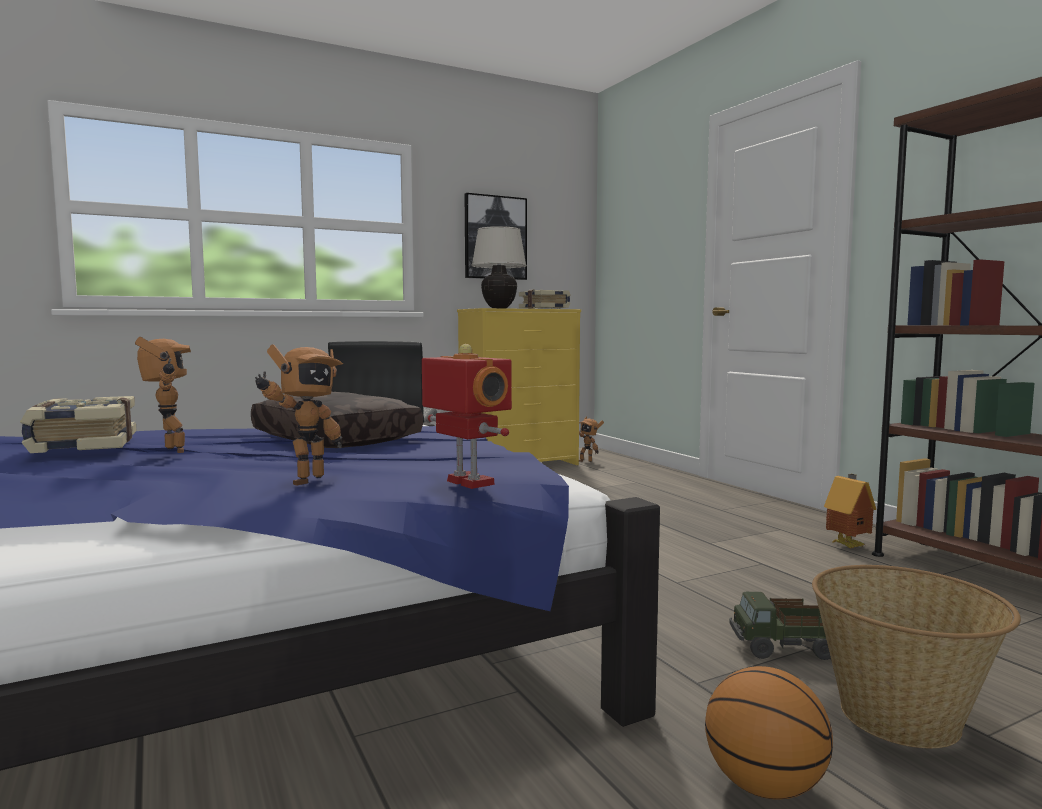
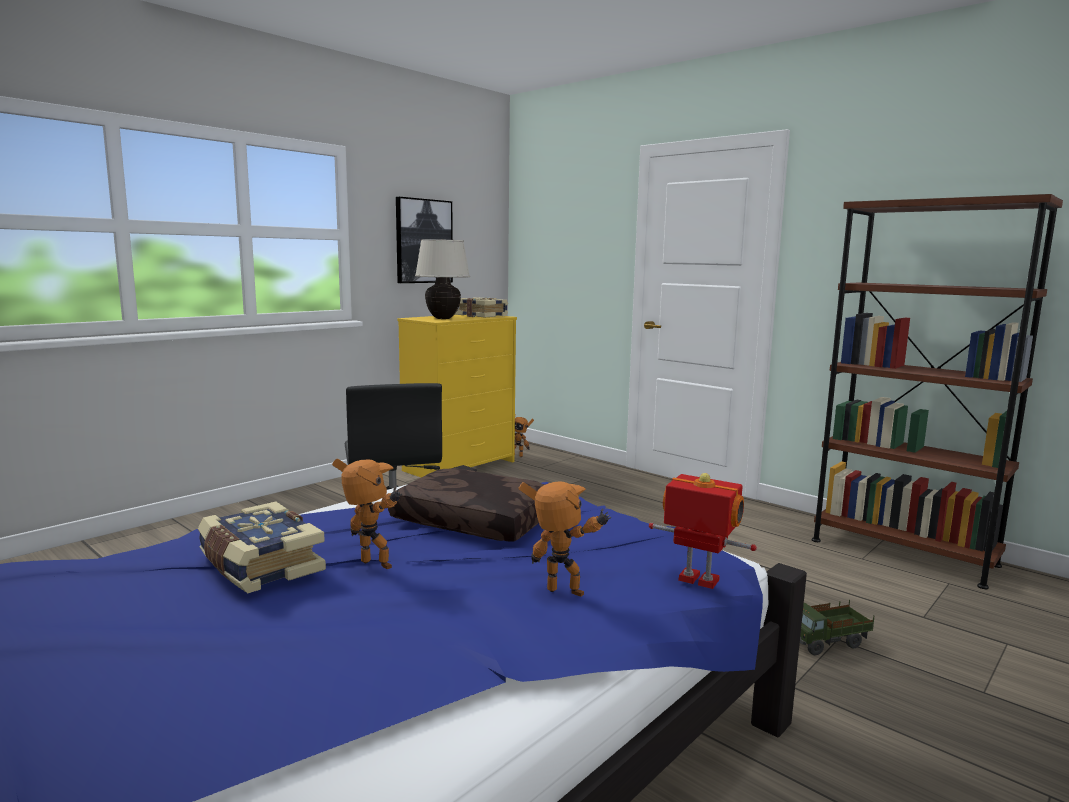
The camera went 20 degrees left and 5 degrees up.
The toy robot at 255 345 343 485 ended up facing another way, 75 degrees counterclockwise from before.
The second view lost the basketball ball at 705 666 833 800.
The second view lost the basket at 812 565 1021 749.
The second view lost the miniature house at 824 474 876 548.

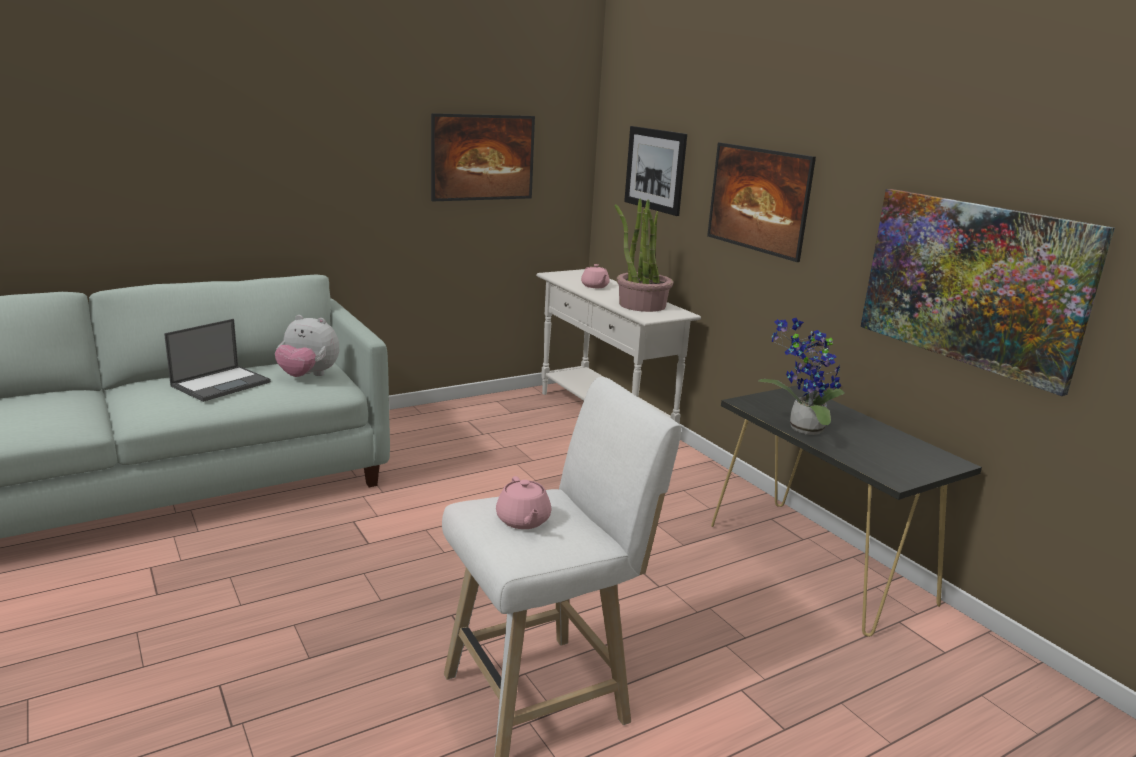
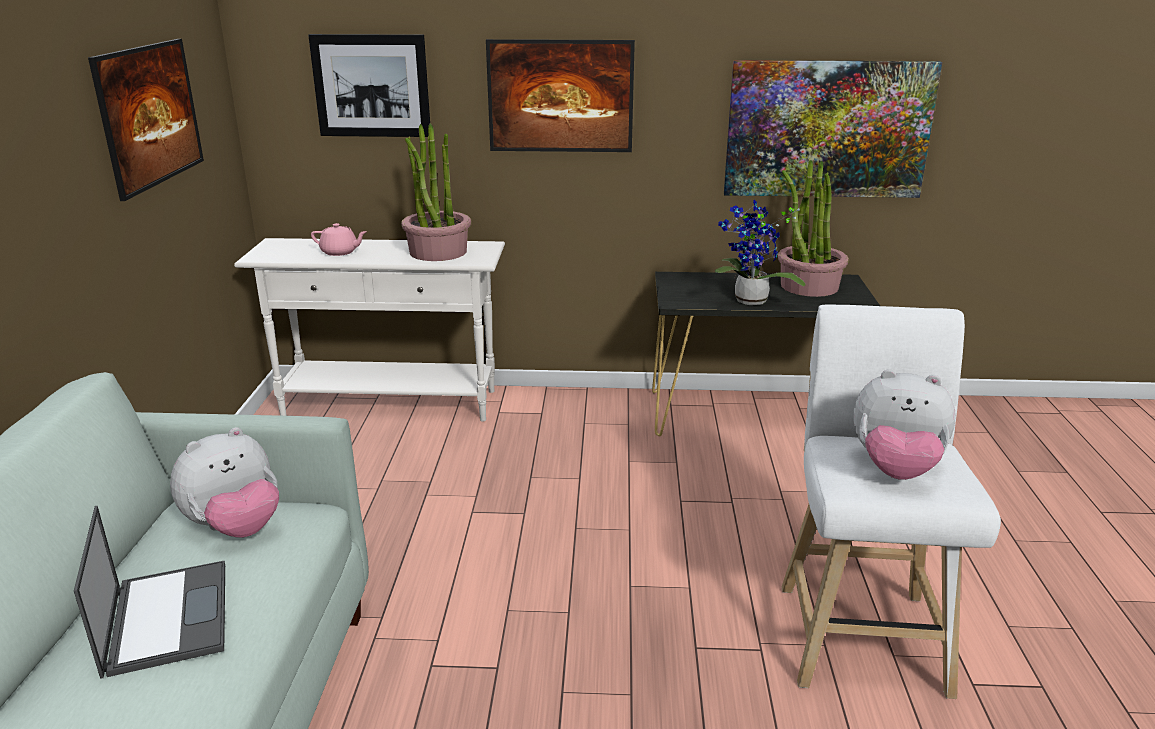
The camera went 55 degrees left and 5 degrees up.
The second view gained the plant in a pot at 778 160 849 297.
Where the pinkish tea pot stood at 496 476 551 529, the plush toy came to stand at 853 369 956 480.

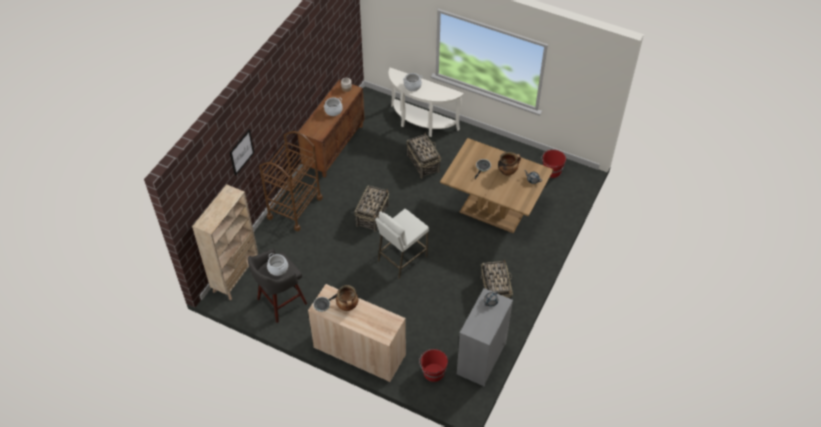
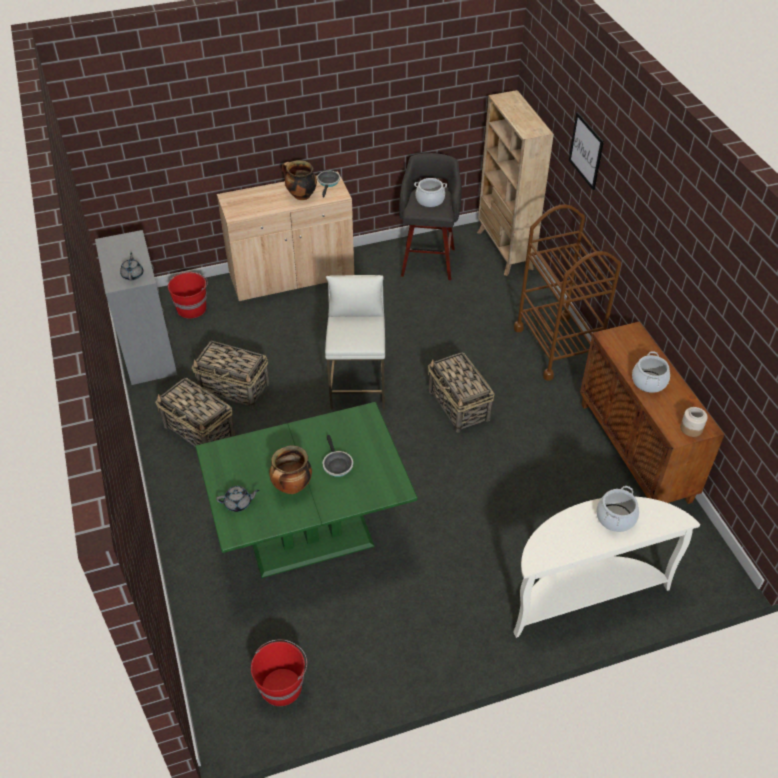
The camera went 135 degrees right and 5 degrees down.
The basket ended up elsewhere, having gone from 406 132 441 179 to 192 341 270 409.
What was the brownish dining table at 440 138 553 233 turned into the green dining table at 196 402 417 578.

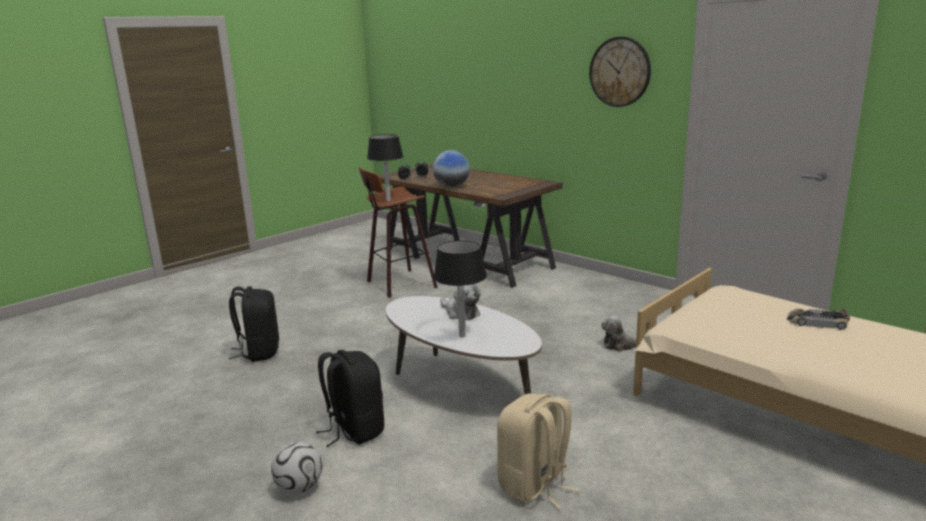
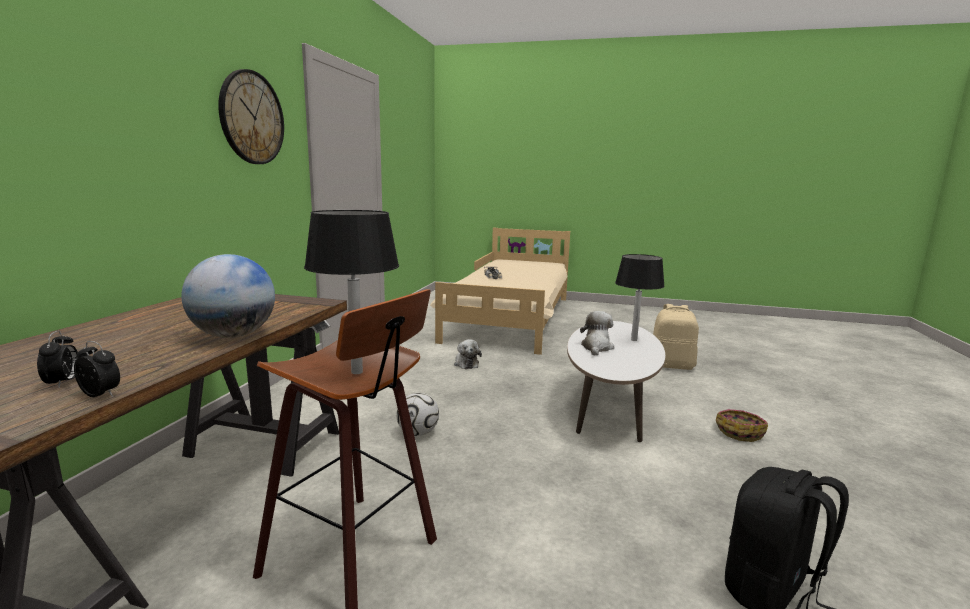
The camera went 120 degrees left and 5 degrees down.
The football ended up elsewhere, having gone from 271 442 322 494 to 396 393 439 436.
Where the black rucksack stood at 316 350 384 447, the basket came to stand at 716 409 768 442.

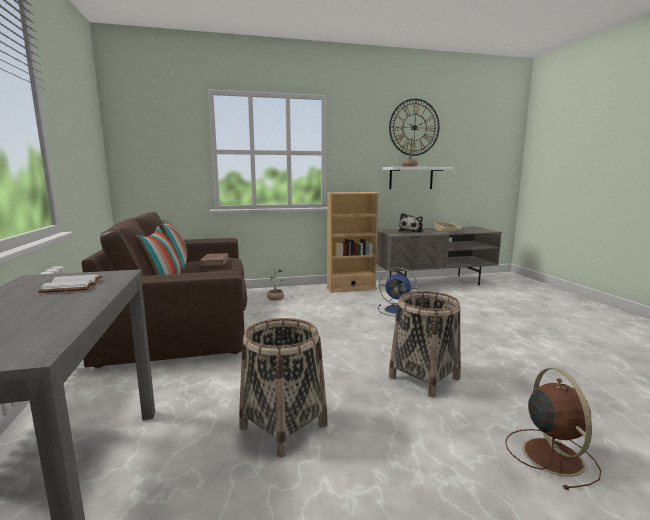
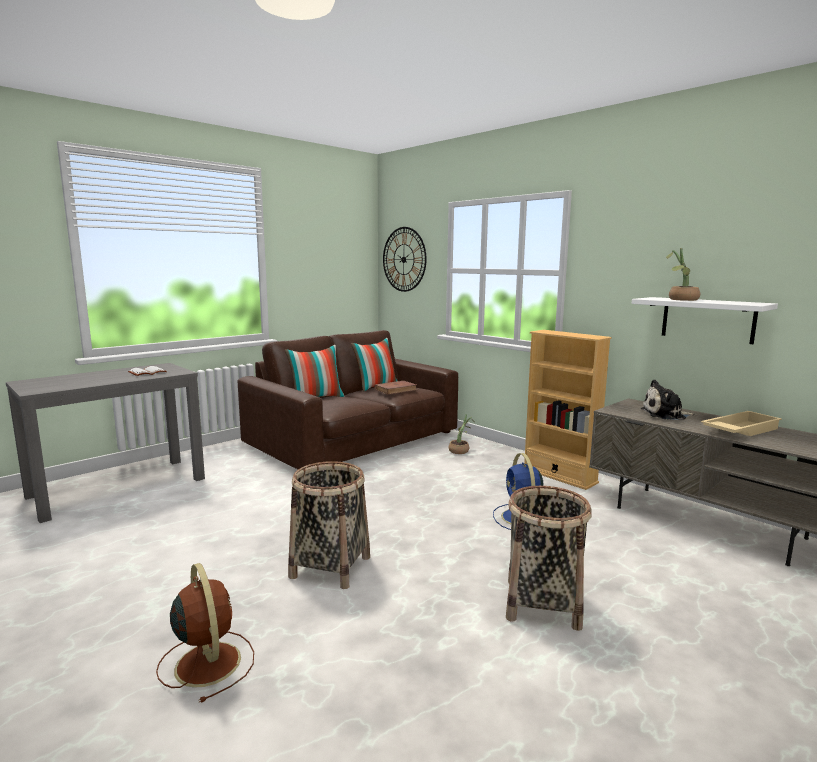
The camera went 60 degrees right and 0 degrees up.
The brownish fan at 505 368 601 490 ended up facing another way, 90 degrees counterclockwise from before.
The wall clock ended up elsewhere, having gone from 389 99 440 156 to 383 227 427 292.
The basket ended up elsewhere, having gone from 239 318 328 457 to 506 486 592 631.

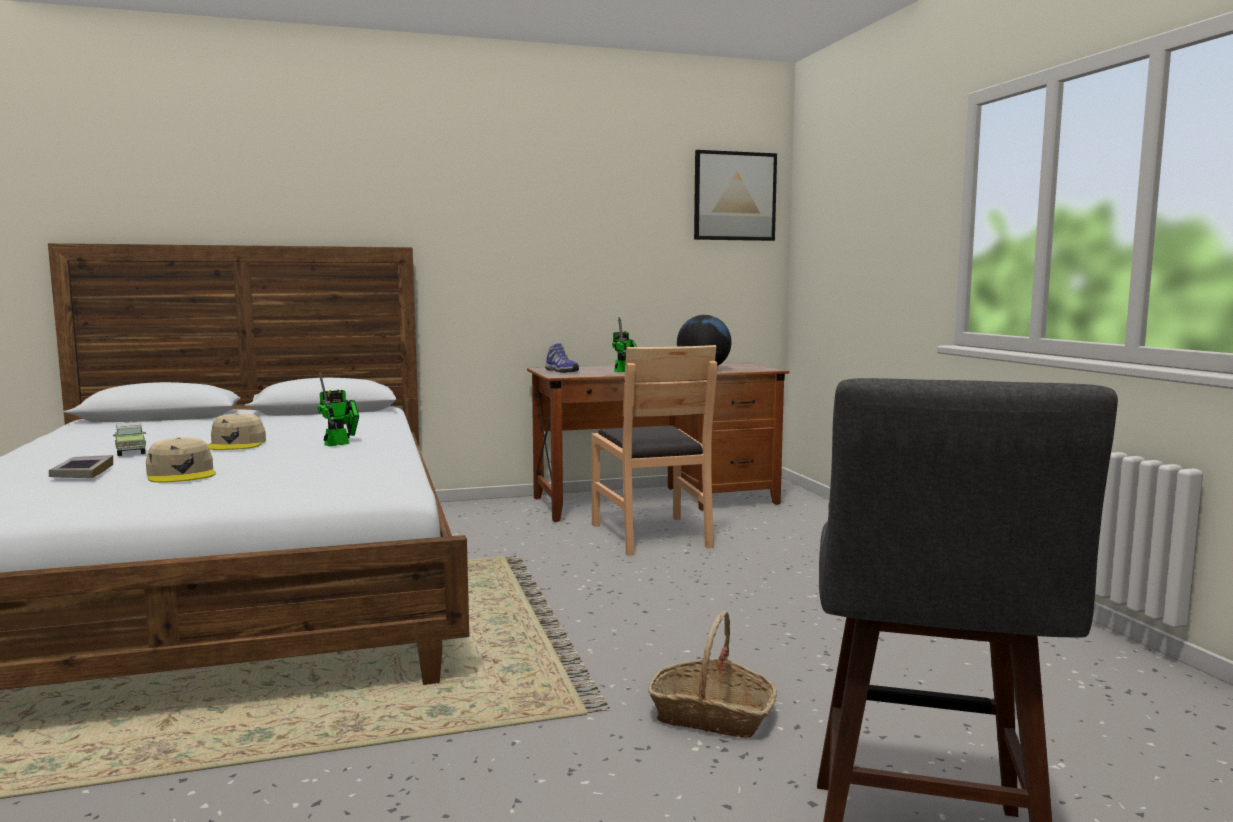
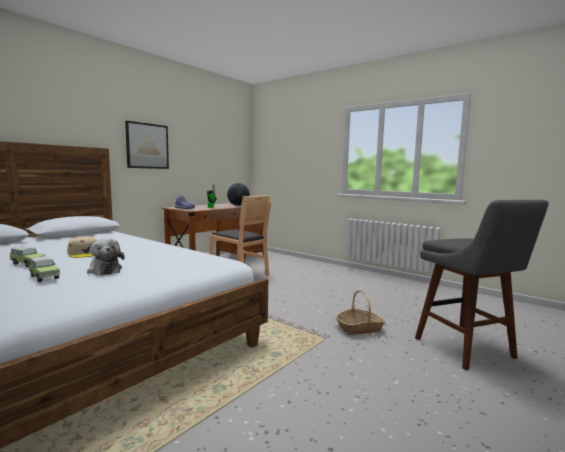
The camera went 35 degrees left and 0 degrees up.
Where the book stood at 49 455 113 478, the toy car came to stand at 29 256 60 282.
Where the beige baseball cap stood at 146 437 216 483, the plush toy came to stand at 87 238 125 275.
The wall picture ended up elsewhere, having gone from 694 150 777 241 to 125 121 169 169.
The second view lost the toy robot at 317 372 359 446.

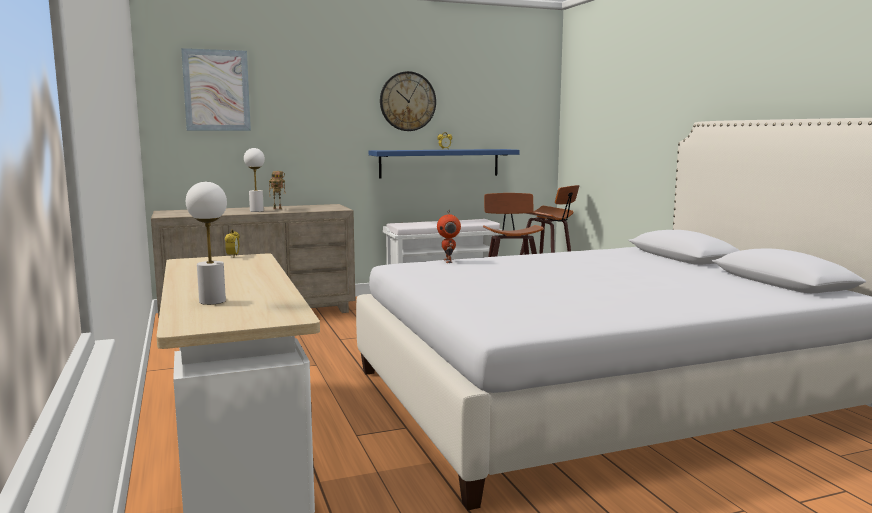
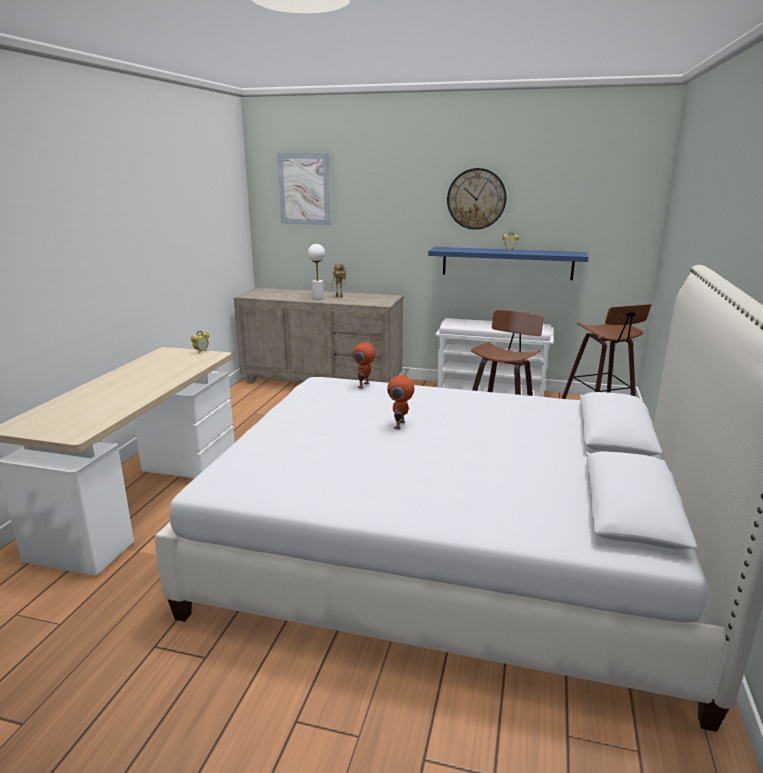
The camera went 35 degrees right and 10 degrees up.
The second view gained the toy robot at 387 368 414 429.
The second view lost the white-coloured lamp for a table at 186 182 227 305.

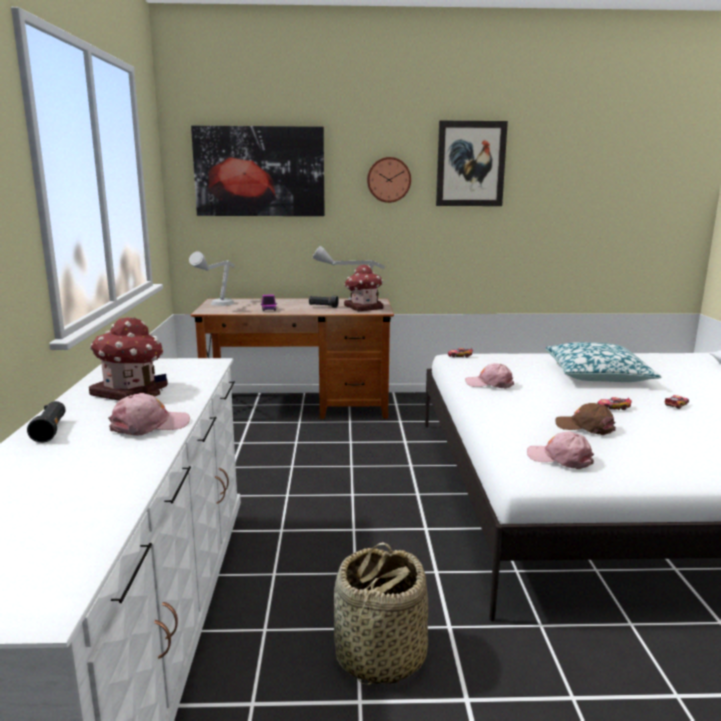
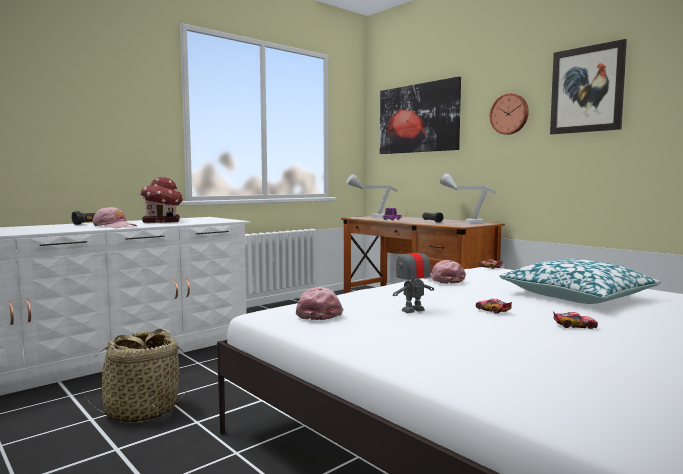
The camera went 50 degrees right and 10 degrees down.
Where the brownish baseball cap stood at 556 403 616 435, the toy robot came to stand at 393 240 434 313.
The second view lost the miniature house at 344 264 384 311.

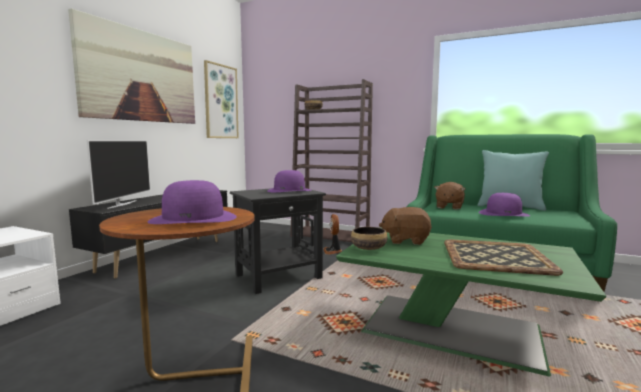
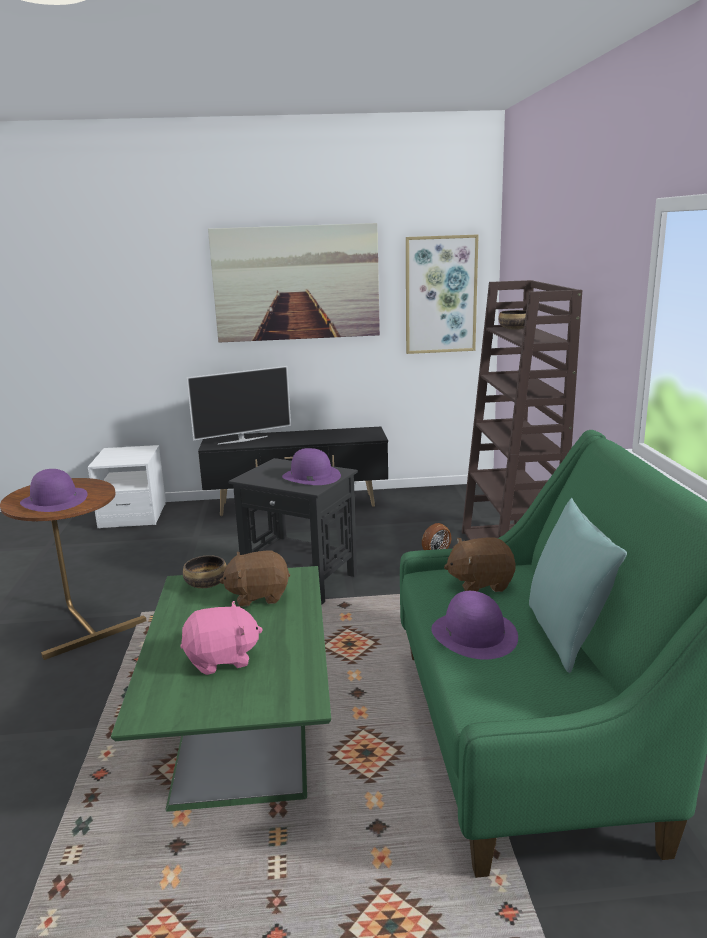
The camera went 60 degrees right and 10 degrees up.
Where the tray stood at 444 239 563 276, the pinkish plush toy came to stand at 180 601 263 675.
The brownish plush toy at 379 207 432 245 ended up facing another way, 75 degrees counterclockwise from before.

